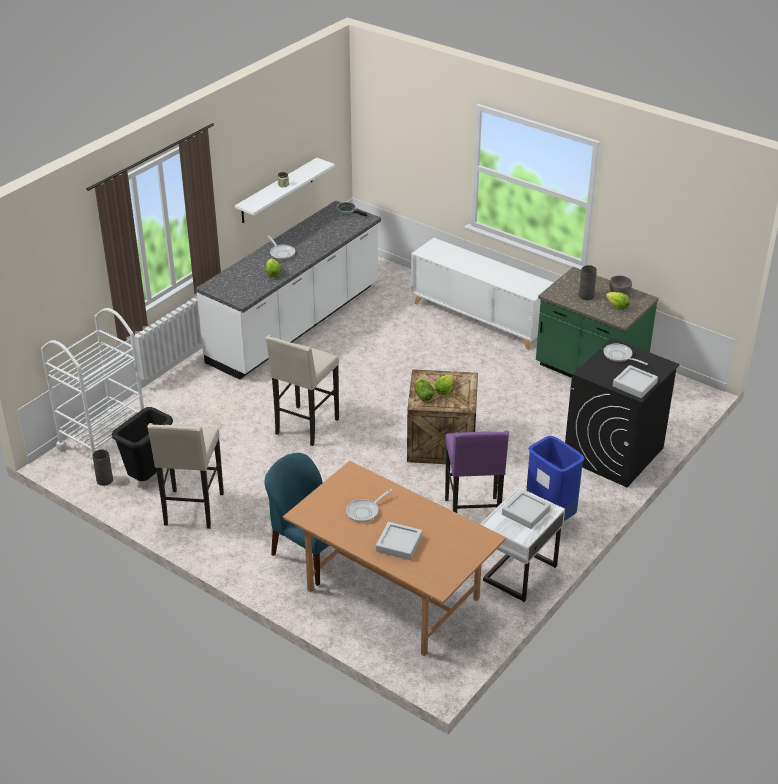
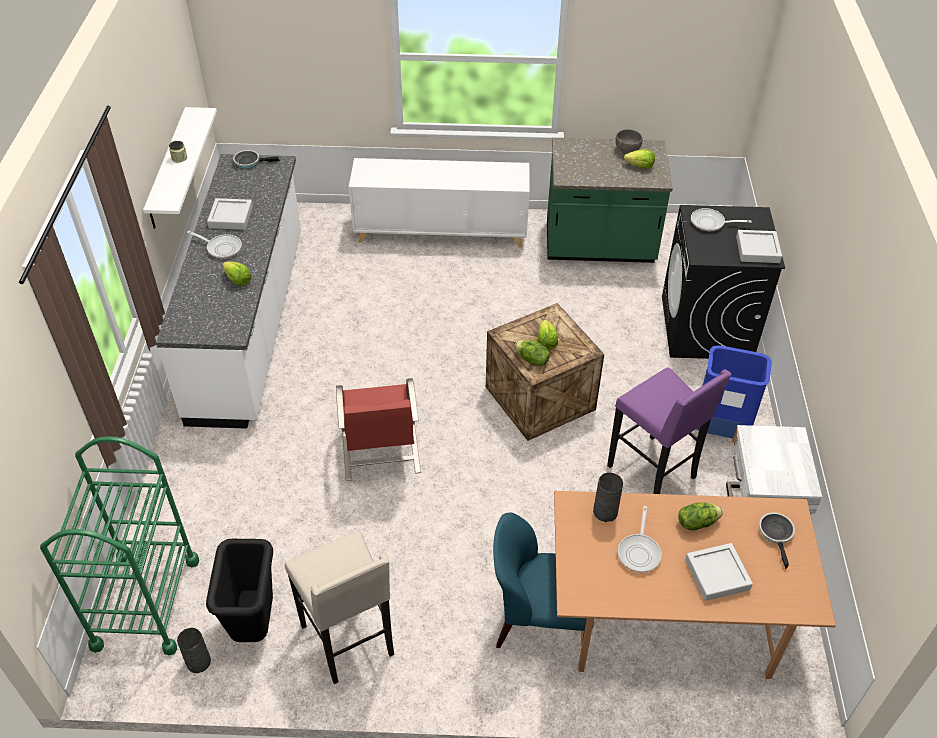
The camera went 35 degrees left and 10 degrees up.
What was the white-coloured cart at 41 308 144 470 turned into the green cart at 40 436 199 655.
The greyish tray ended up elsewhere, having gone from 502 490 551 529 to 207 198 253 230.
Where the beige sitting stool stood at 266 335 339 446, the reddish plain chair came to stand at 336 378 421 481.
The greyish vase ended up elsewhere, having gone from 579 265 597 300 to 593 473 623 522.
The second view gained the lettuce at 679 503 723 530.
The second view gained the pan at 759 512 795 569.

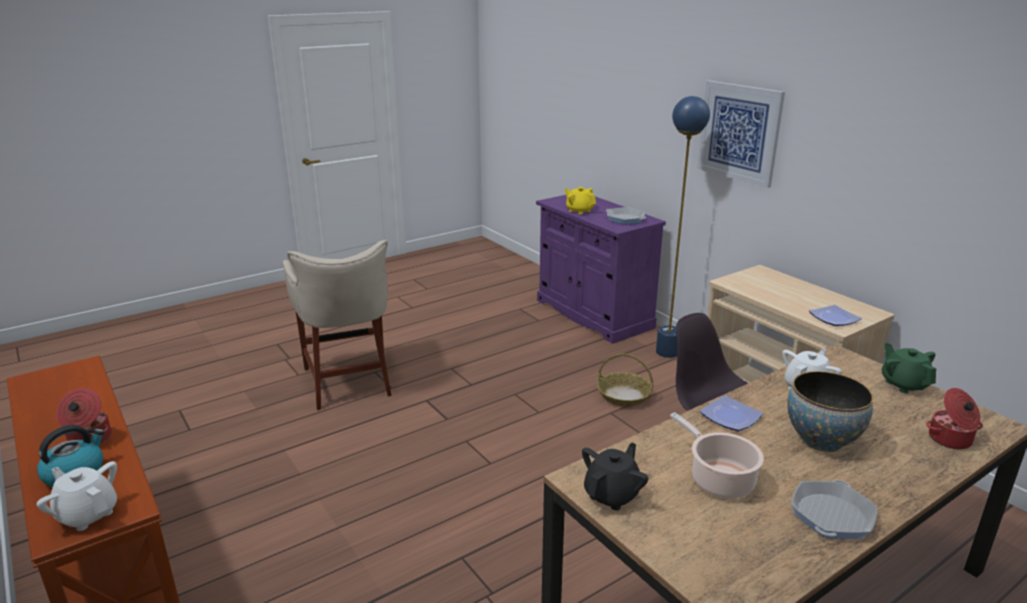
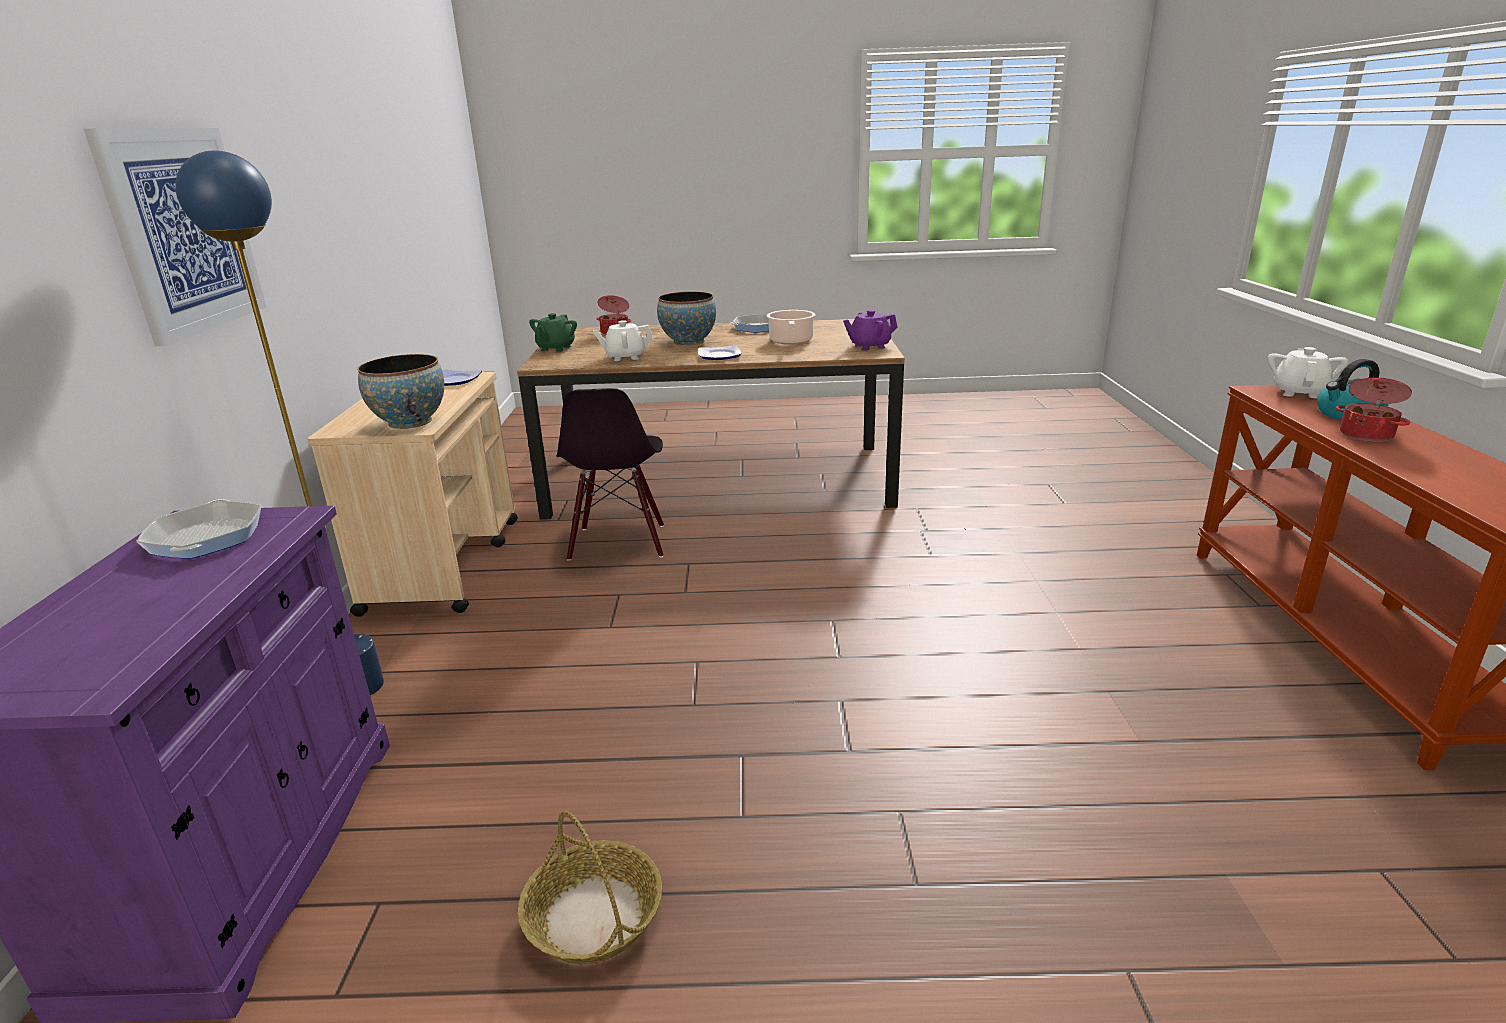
The camera went 145 degrees left and 0 degrees up.
The second view gained the serving bowl at 357 354 444 429.
The basket ended up elsewhere, having gone from 597 354 653 407 to 518 811 662 964.
What was the black tea pot at 582 443 648 510 turned into the purplish tea pot at 843 310 898 350.
The white-coloured tea pot at 37 461 117 531 ended up facing another way, 135 degrees counterclockwise from before.
The second view lost the beige sitting stool at 283 240 392 410.
The second view lost the yellow-coloured tea pot at 565 187 596 214.

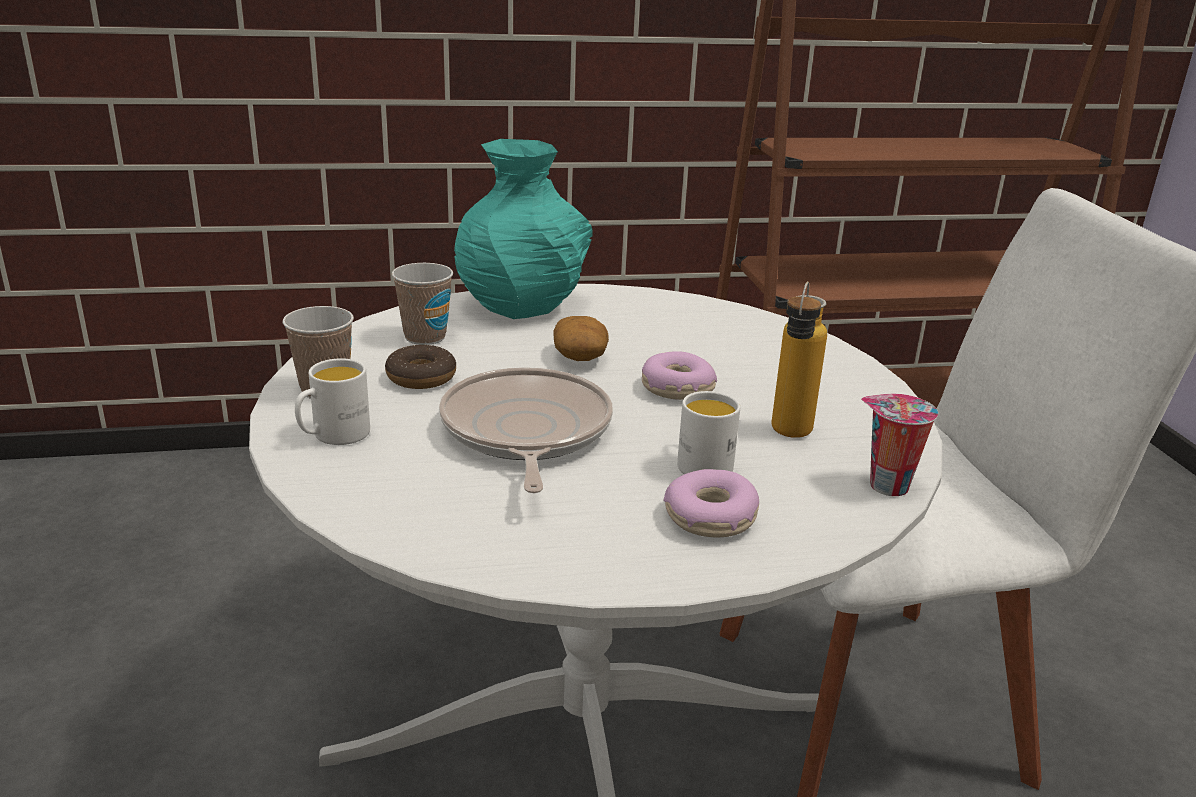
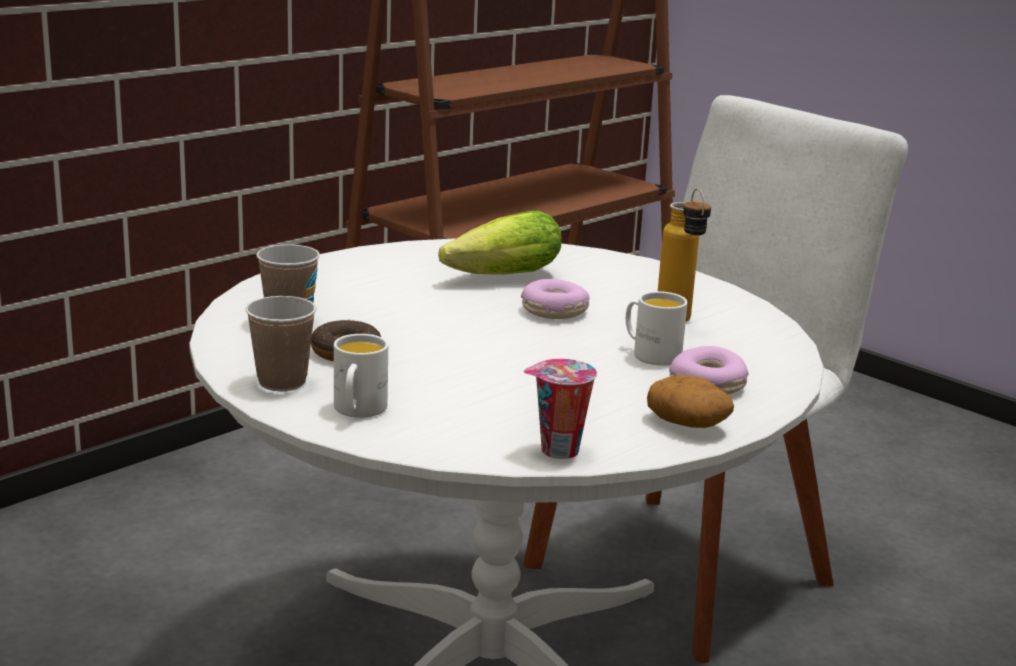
The camera went 35 degrees left and 5 degrees down.
The second view gained the lettuce at 438 210 562 275.
The drinking cup ended up elsewhere, having gone from 861 394 938 496 to 523 359 597 459.
The spud ended up elsewhere, having gone from 554 316 609 361 to 647 375 734 428.
The second view lost the pan at 439 368 613 493.
The second view lost the blue-green vase at 454 139 593 319.

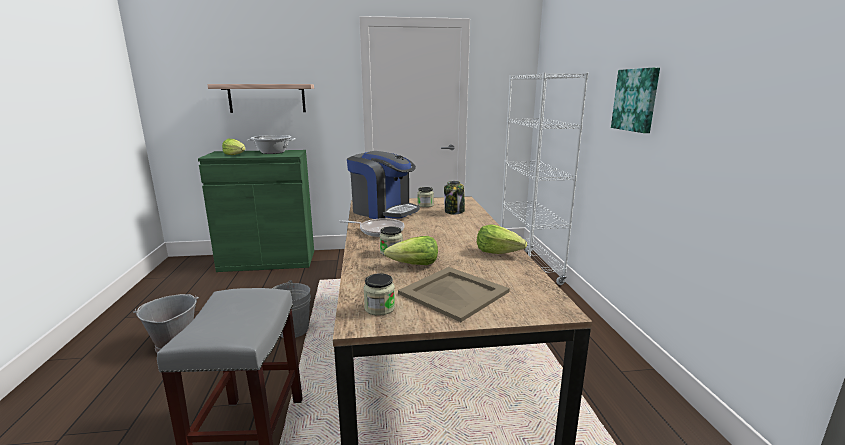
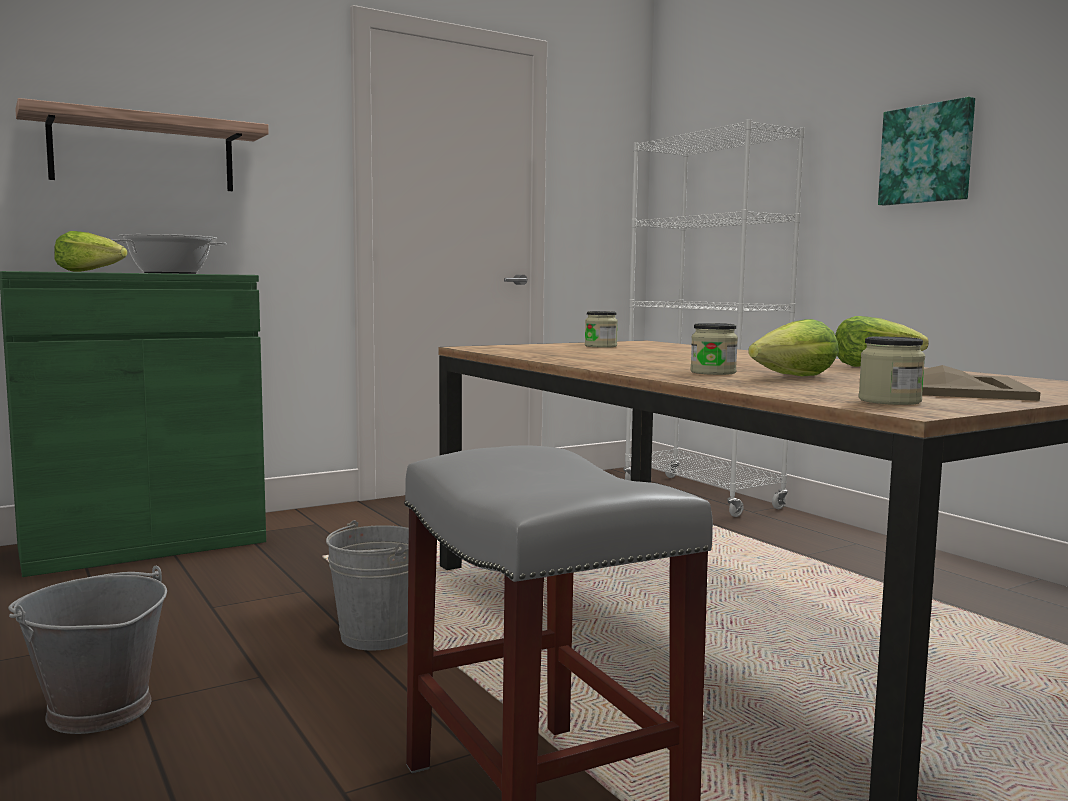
The camera went 25 degrees left and 10 degrees down.
The second view lost the pan at 339 218 404 237.
The second view lost the coffee brewer at 347 151 420 219.
The second view lost the jar at 444 181 465 214.

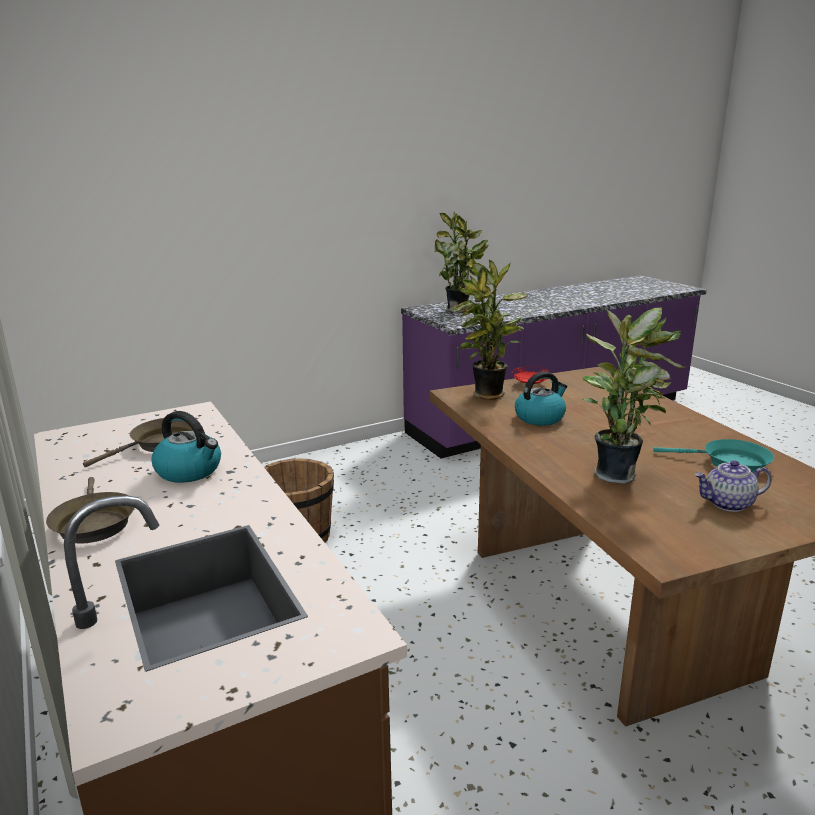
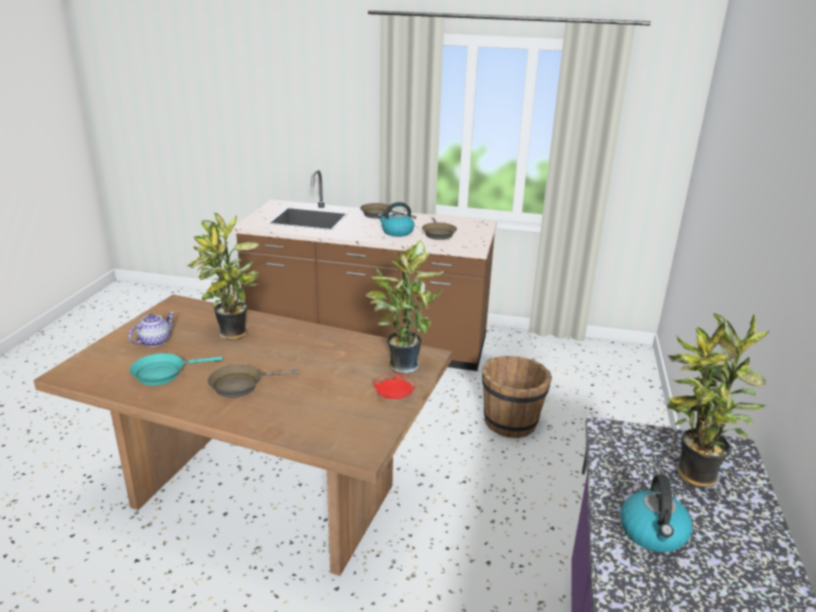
The camera went 130 degrees right and 5 degrees up.
The second view gained the brownish pan at 208 364 300 398.
The kettle ended up elsewhere, having gone from 515 372 568 426 to 620 474 692 552.

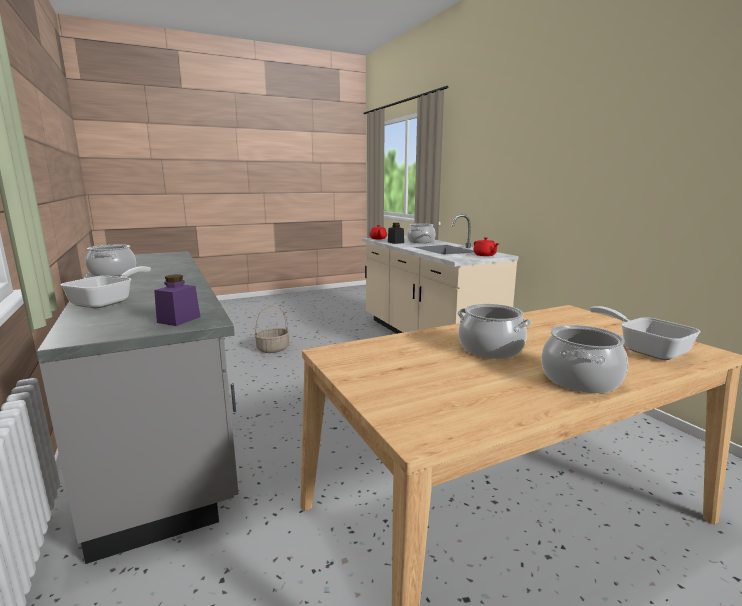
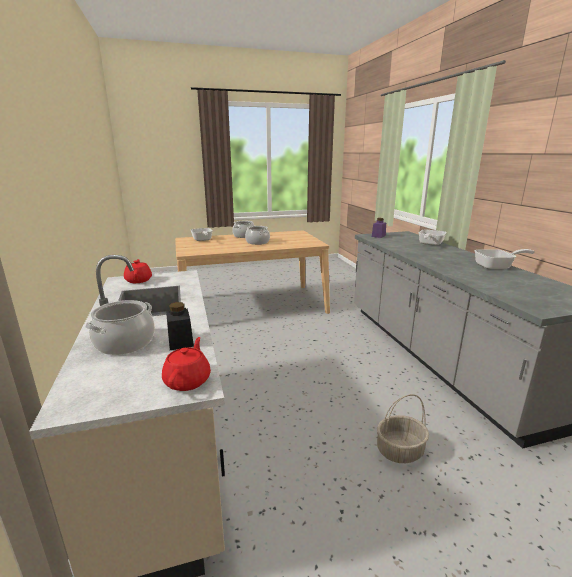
The camera went 170 degrees left and 5 degrees up.
Where the saucepot stood at 85 244 136 276, the pan came to stand at 475 249 535 270.

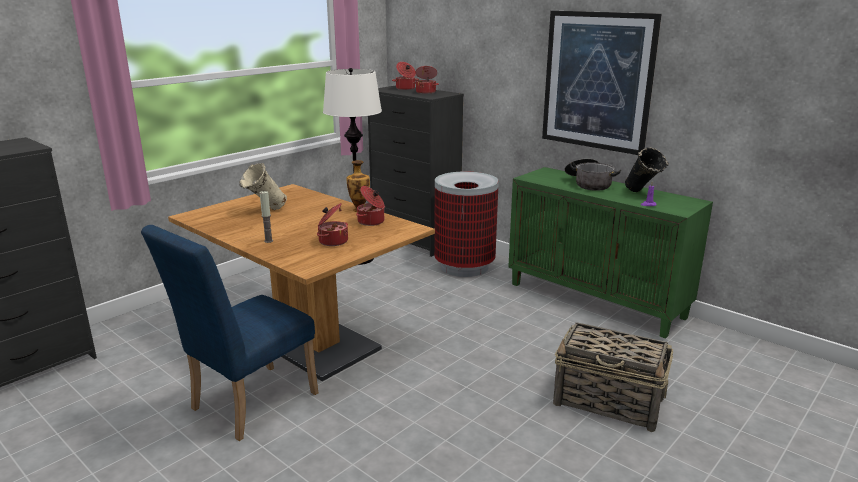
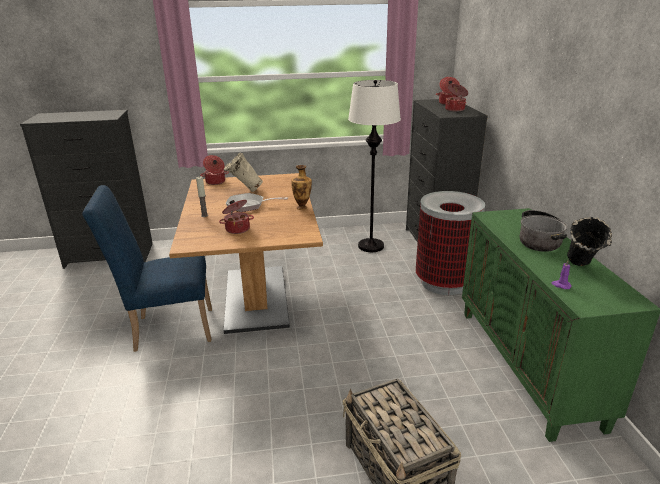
The camera went 40 degrees right and 5 degrees up.
The saucepot ended up elsewhere, having gone from 356 186 385 226 to 200 155 229 185.
The second view gained the pan at 226 193 288 212.
The second view lost the wall picture at 542 11 662 155.

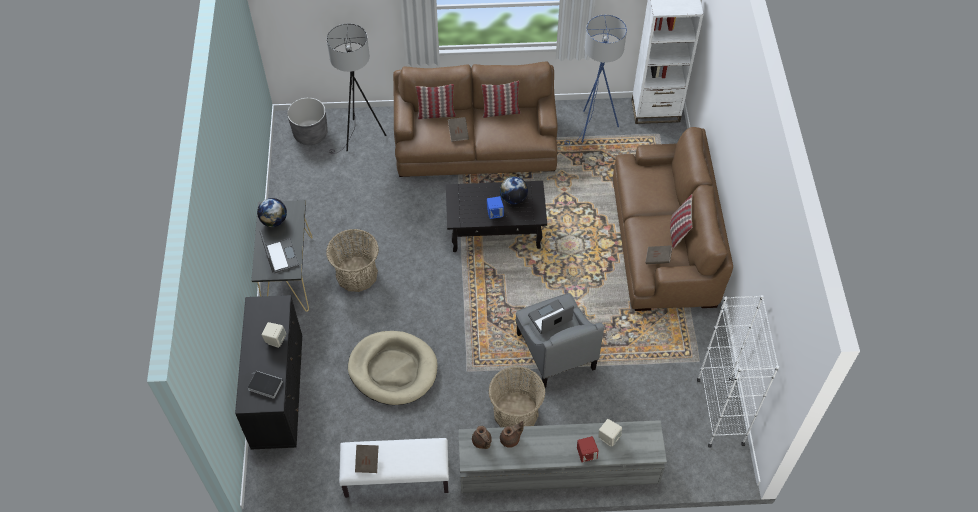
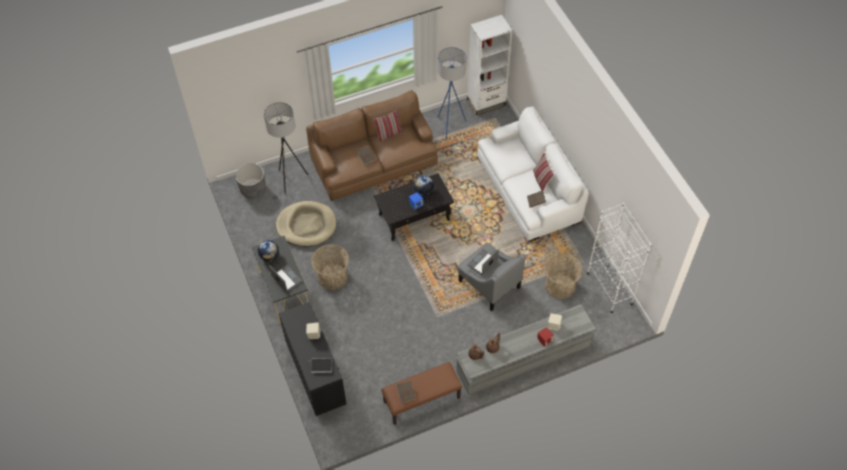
The camera went 20 degrees left and 0 degrees up.
The beige dog bed ended up elsewhere, having gone from 348 331 438 405 to 276 201 337 247.
What was the white-coloured bench at 339 438 449 498 turned into the brownish bench at 381 362 462 425.
What was the brownish settee at 613 127 733 311 turned into the white-coloured settee at 478 106 589 242.
The basket ended up elsewhere, having gone from 489 366 545 427 to 544 253 583 299.
The second view lost the cushion at 416 84 456 119.

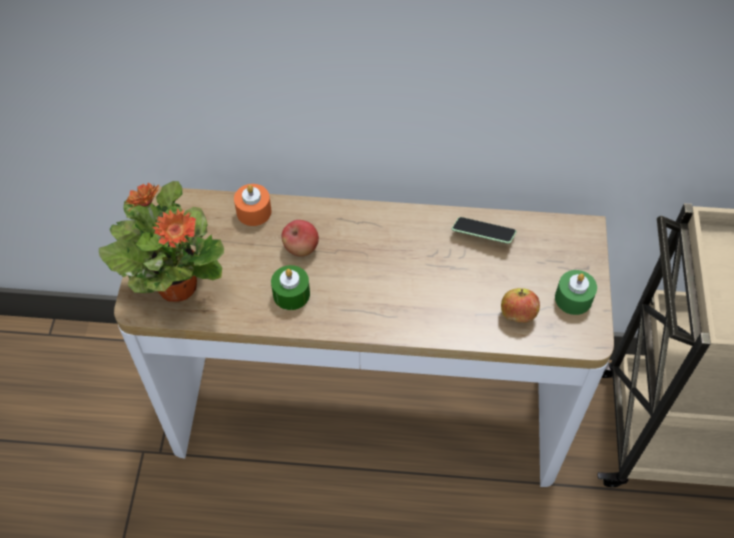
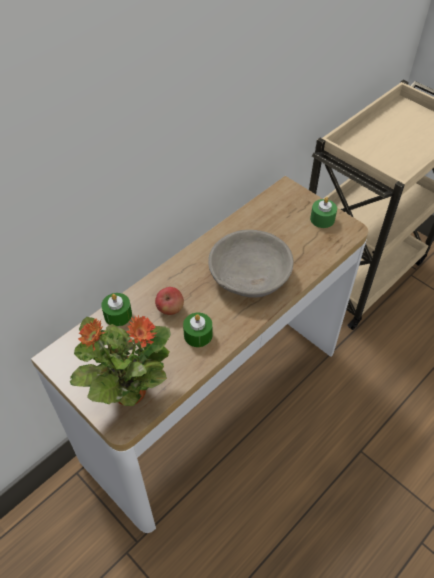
The camera went 50 degrees left and 5 degrees down.
What was the orange-coloured wax light at 234 184 271 226 turned into the green wax light at 101 293 132 327.
The second view gained the greyish serving bowl at 208 230 294 298.
The second view lost the telephone at 452 217 516 244.
The second view lost the apple at 501 288 540 323.

